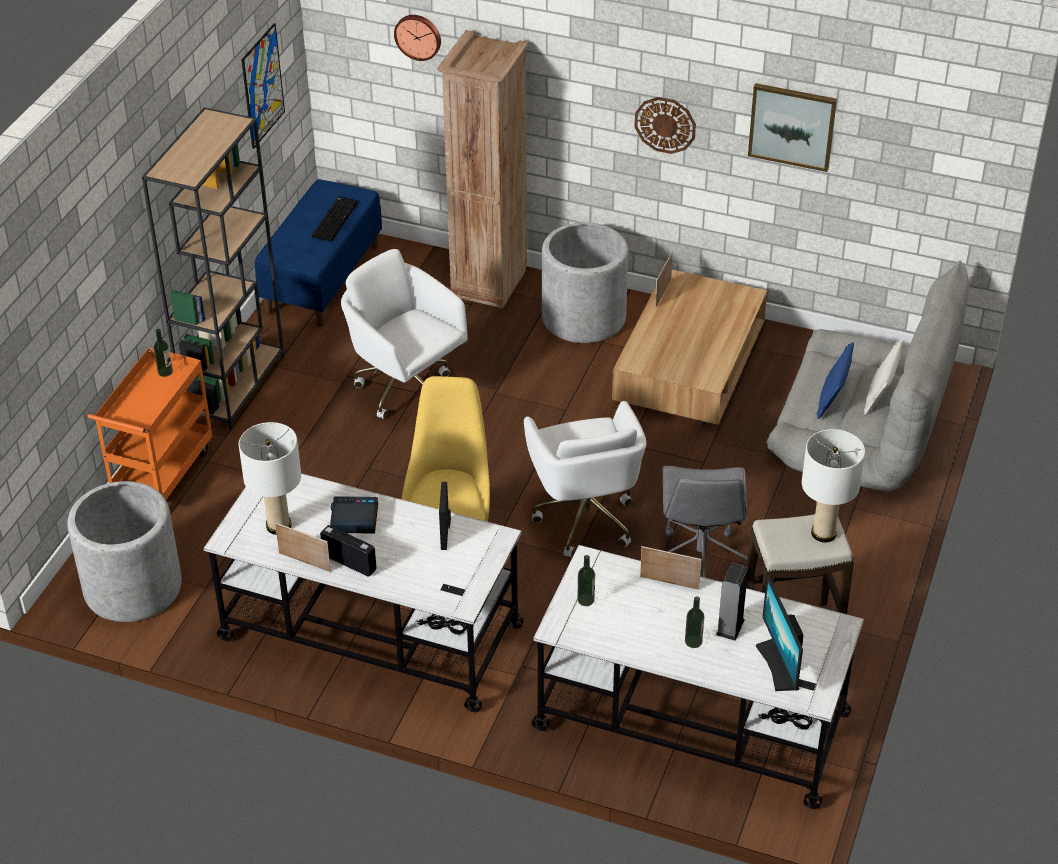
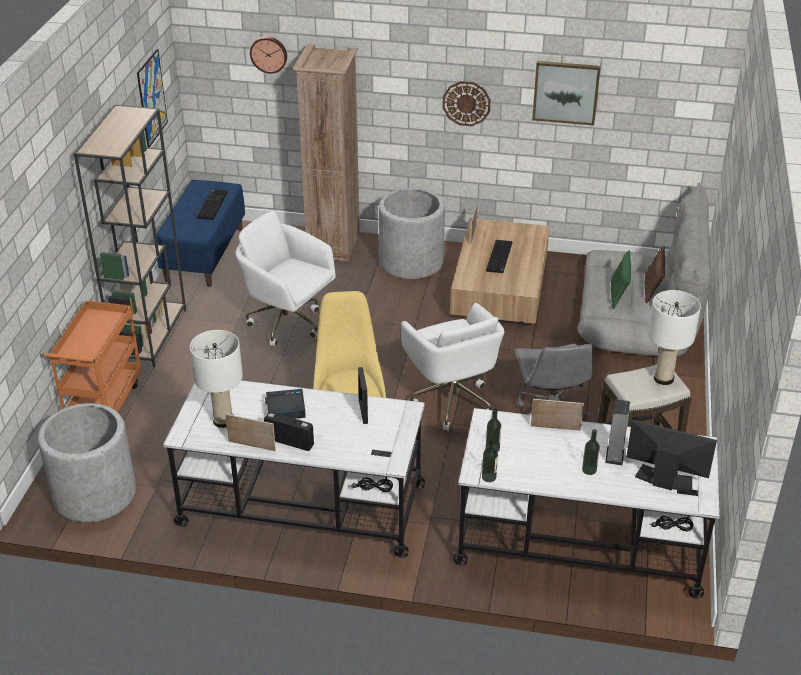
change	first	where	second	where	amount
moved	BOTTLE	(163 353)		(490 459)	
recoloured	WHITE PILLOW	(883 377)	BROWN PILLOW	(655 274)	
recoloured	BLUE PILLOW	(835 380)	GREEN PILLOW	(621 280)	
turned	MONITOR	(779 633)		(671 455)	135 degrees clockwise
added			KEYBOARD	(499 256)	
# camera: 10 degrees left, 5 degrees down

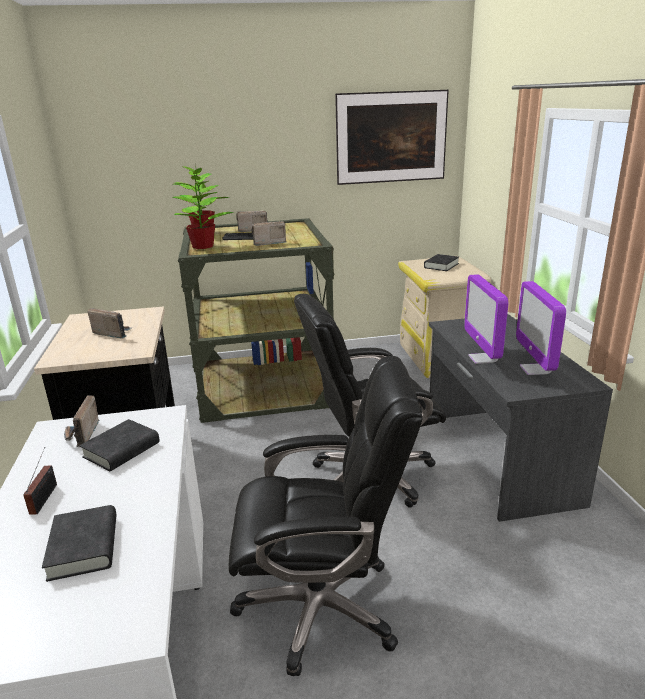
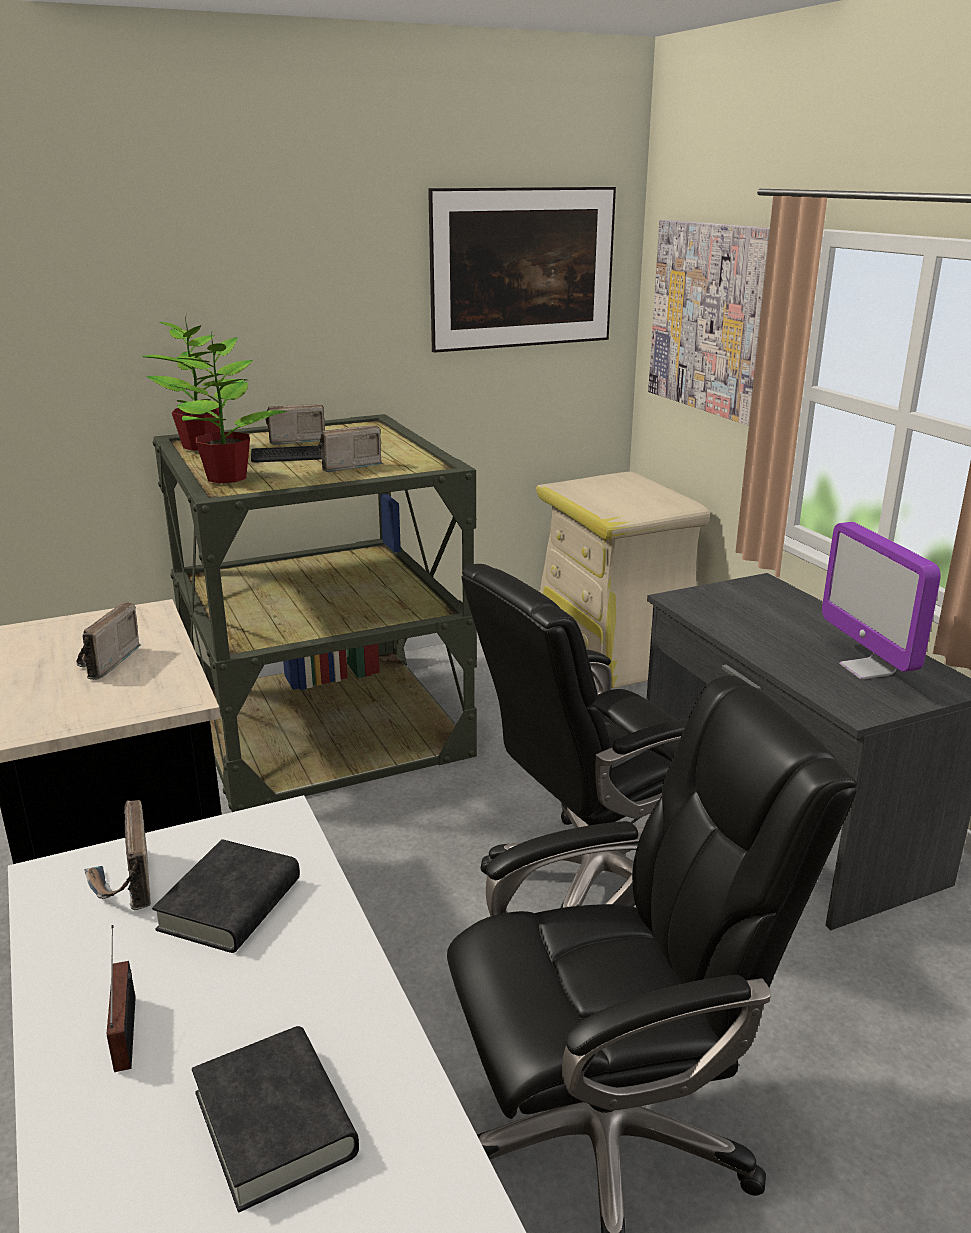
change	first	where	second	where	amount
removed	BLACK BOOK	(441 262)			
removed	MONITOR	(486 319)			
turned	RADIO	(109 323)		(108 641)	90 degrees counterclockwise
added			PICTURE	(709 323)	
# camera: 15 degrees left, 0 degrees up

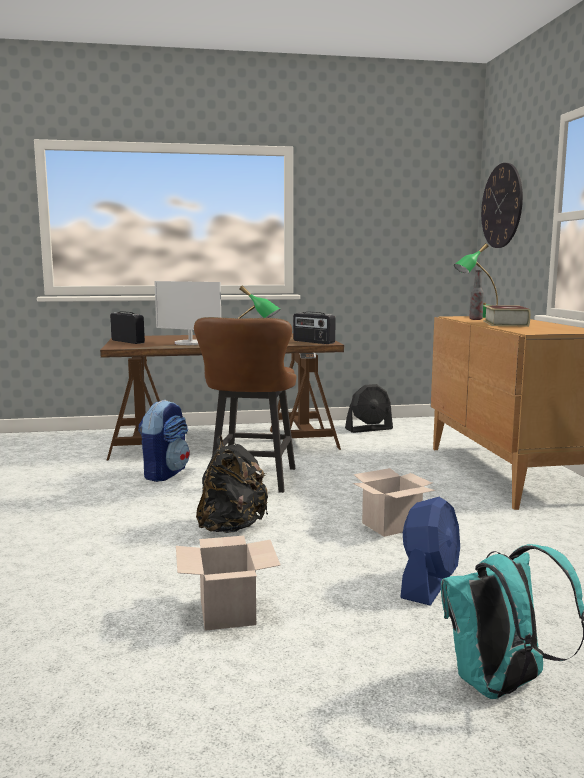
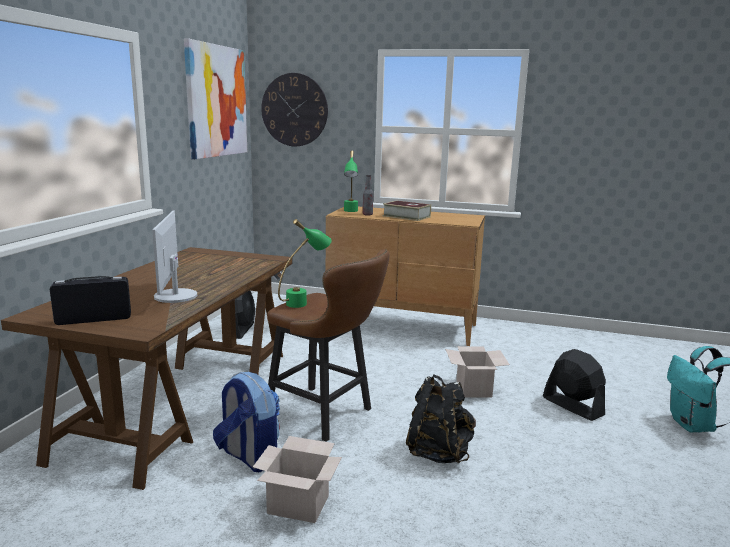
change	first	where	second	where	amount
turned	MONITOR	(187 313)		(174 257)	120 degrees clockwise
removed	RADIO	(314 328)			
recoloured	BLUE FAN	(430 551)	BLACK FAN	(574 385)	
moved	CARDBOARD BOX	(228 583)		(297 479)	
added			PICTURE	(215 98)	
# camera: 65 degrees left, 5 degrees up

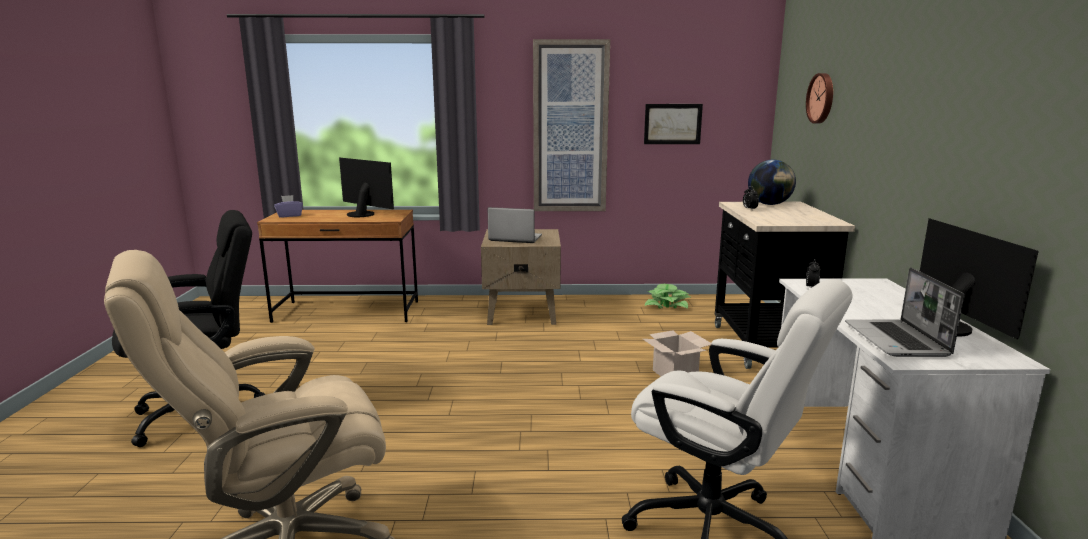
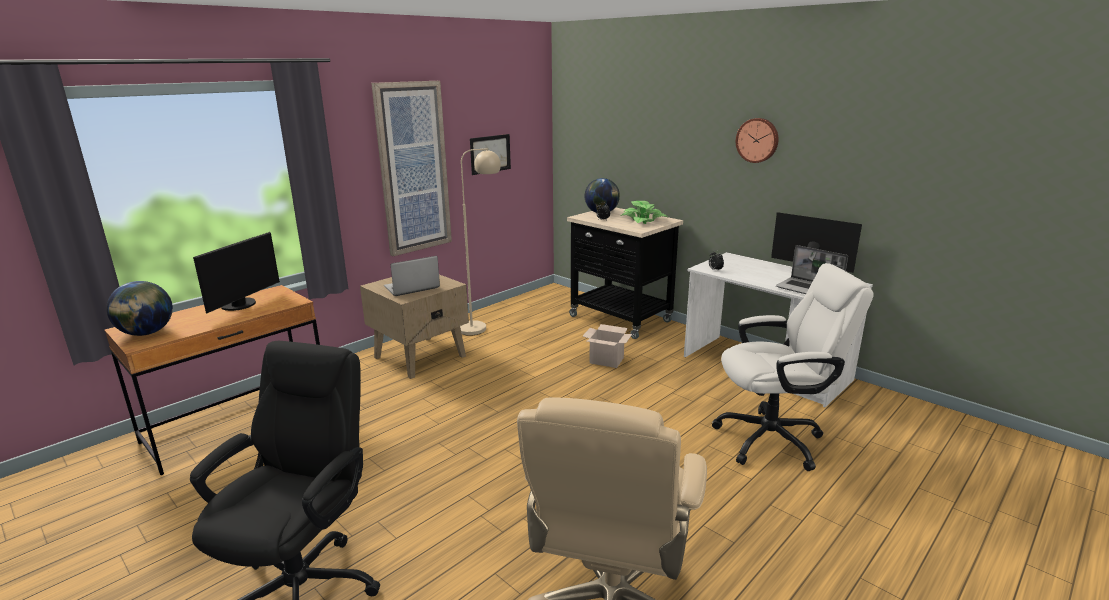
change	first	where	second	where	amount
moved	WALL CLOCK	(819 98)		(757 140)	
turned	MONITOR	(366 187)		(236 272)	120 degrees clockwise
replaced	PURPLE TISSUE BOX	(288 206)	GLOBE	(139 308)	
moved	POTTED PLANT	(667 296)		(645 212)	
added			BEIGE FLOOR LAMP	(480 242)	
# camera: 45 degrees left, 5 degrees up

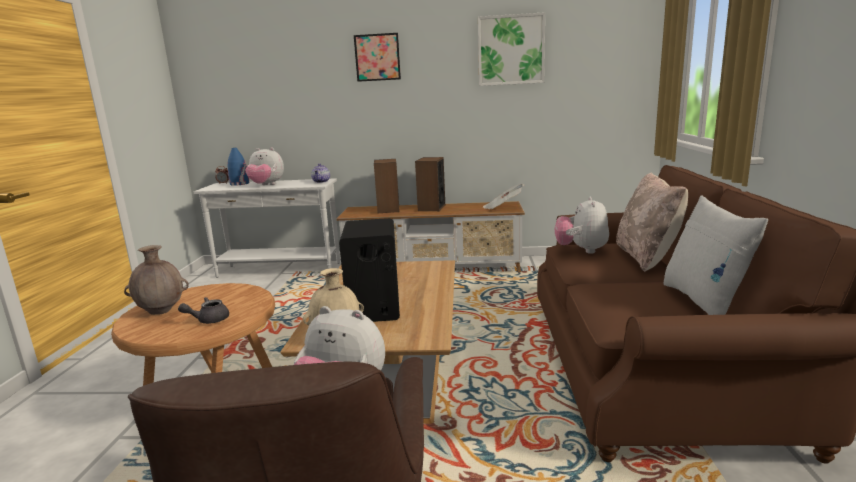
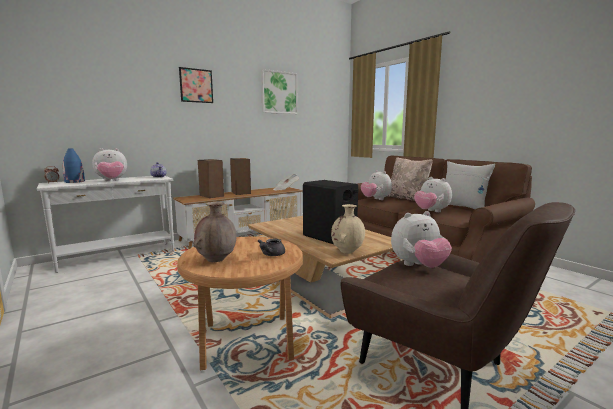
change	first	where	second	where	amount
added			PLUSH TOY	(433 194)	
# camera: 40 degrees left, 5 degrees down

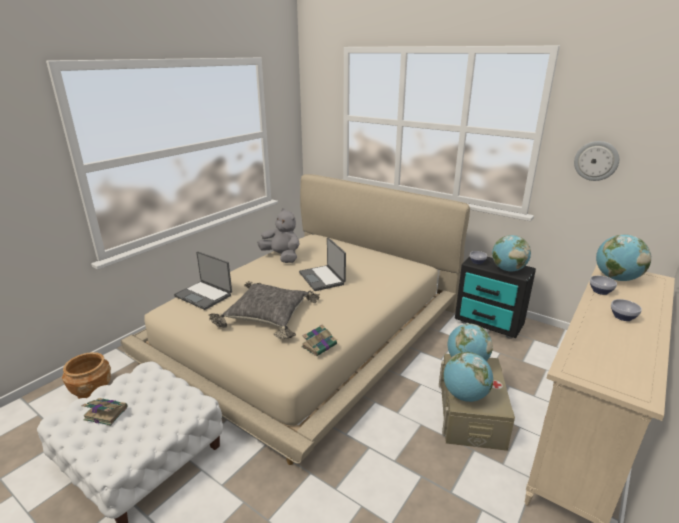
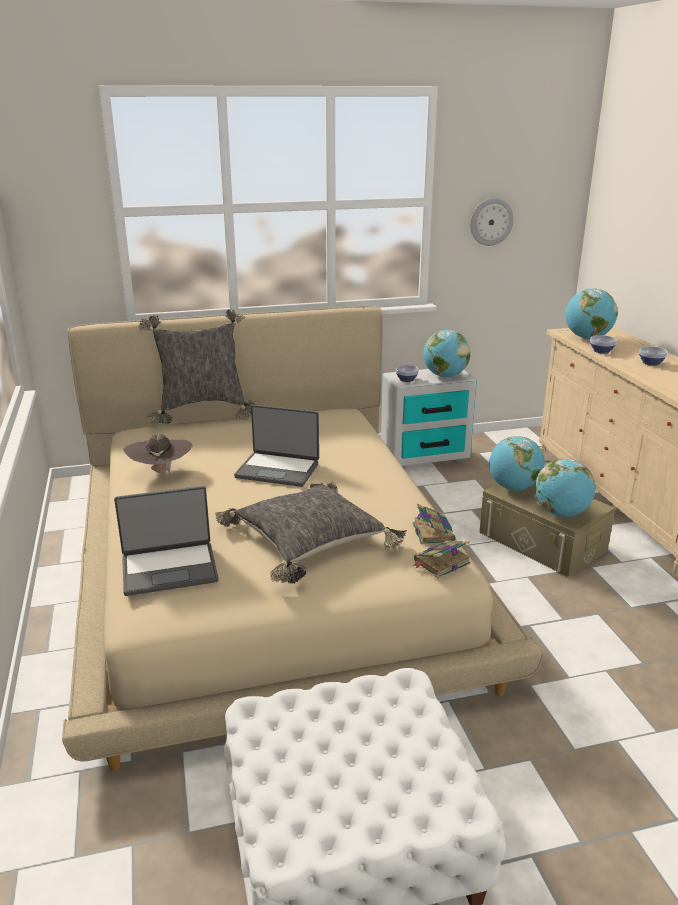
change	first	where	second	where	amount
replaced	GREY PLUSH TOY	(278 235)	BROWN HAT	(158 455)	
recoloured	BLACK NIGHTSTAND	(495 297)	WHITE NIGHTSTAND	(429 419)	
removed	BROWN PLANTER	(86 375)			
moved	BOOK	(104 412)		(441 559)	
added			PILLOW	(197 366)	
# camera: 50 degrees left, 0 degrees up

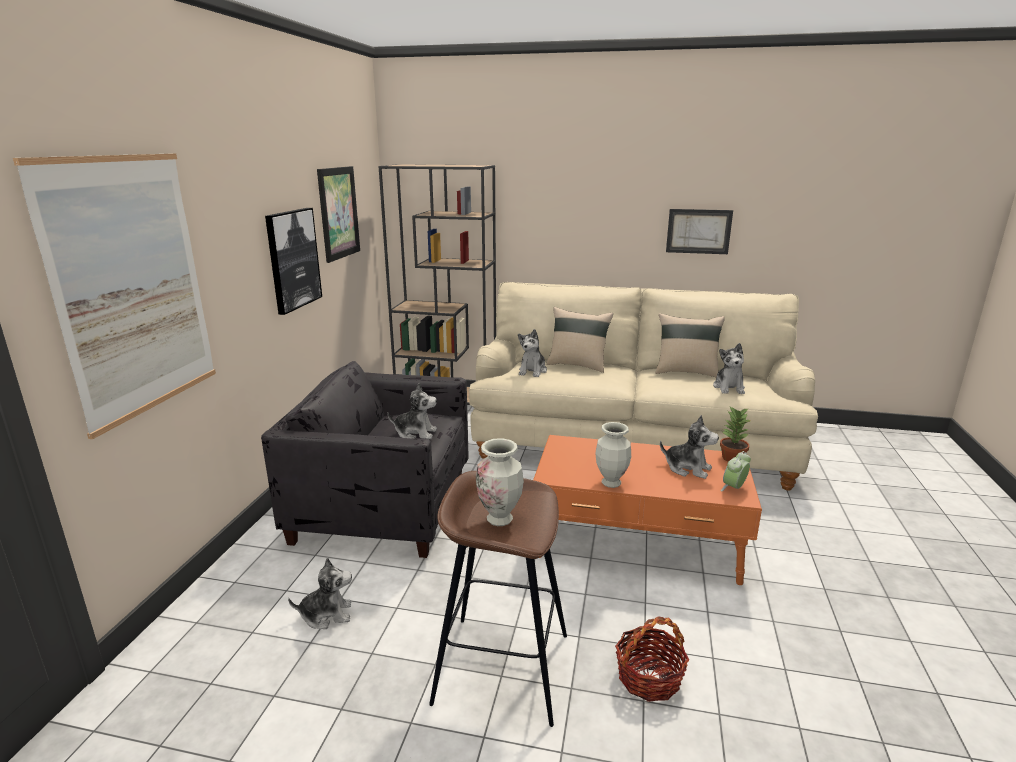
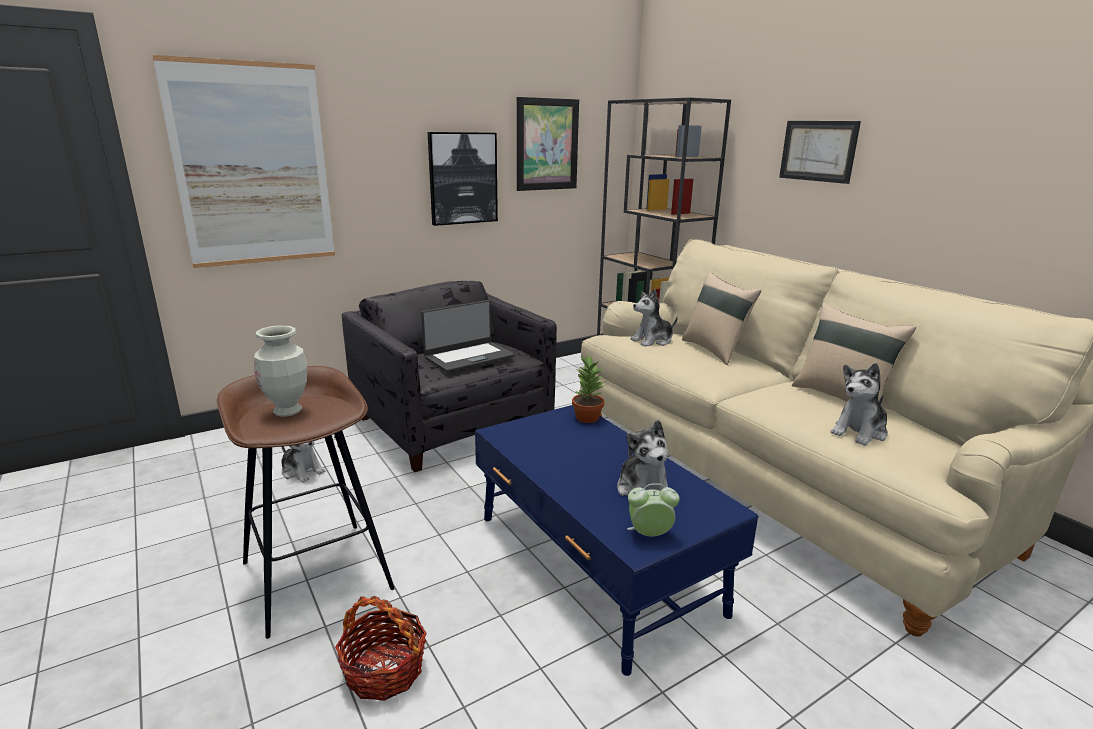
change	first	where	second	where	amount
moved	PICTURE	(699 231)		(820 152)	
replaced	PLUSH TOY	(412 411)	LAPTOP	(468 336)	
moved	POTTED PLANT	(735 434)		(588 389)	
removed	VASE	(613 455)			
recoloured	ORANGE COFFEE TABLE	(647 510)	BLUE COFFEE TABLE	(616 540)	
# camera: 45 degrees right, 0 degrees up

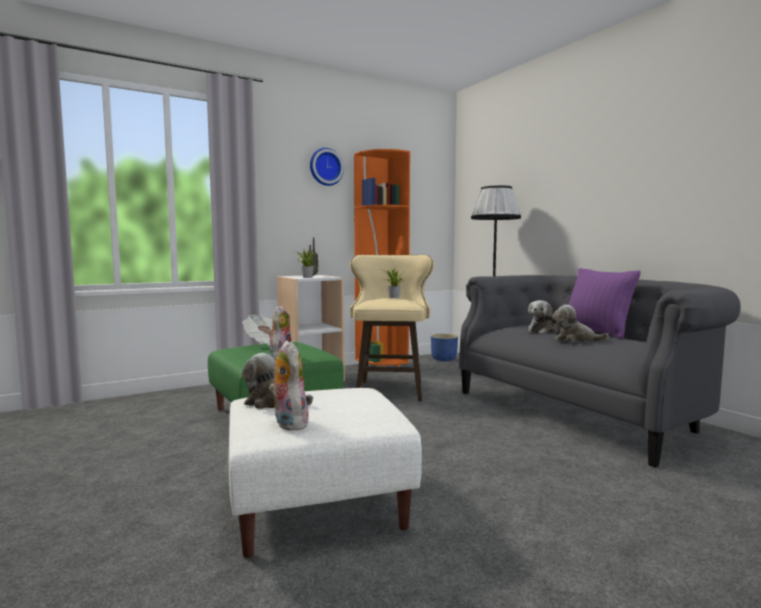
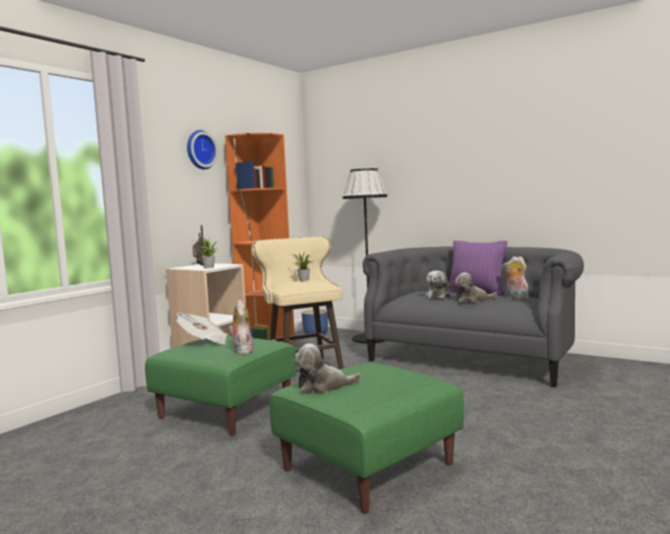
change	first	where	second	where	amount
moved	PLUSH TOY	(289 385)		(516 277)	
recoloured	WHITE OTTOMAN	(325 473)	GREEN OTTOMAN	(366 438)	
# camera: 25 degrees left, 0 degrees up

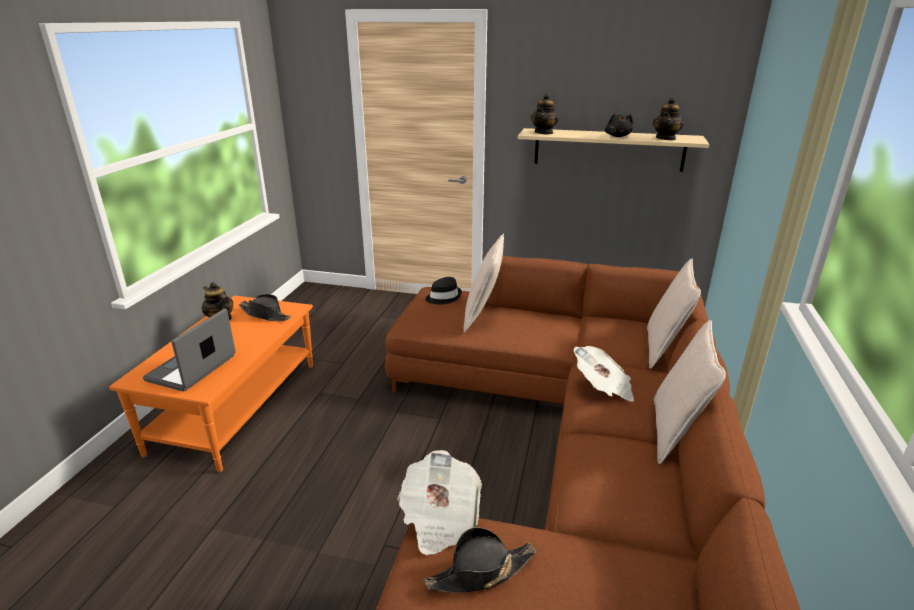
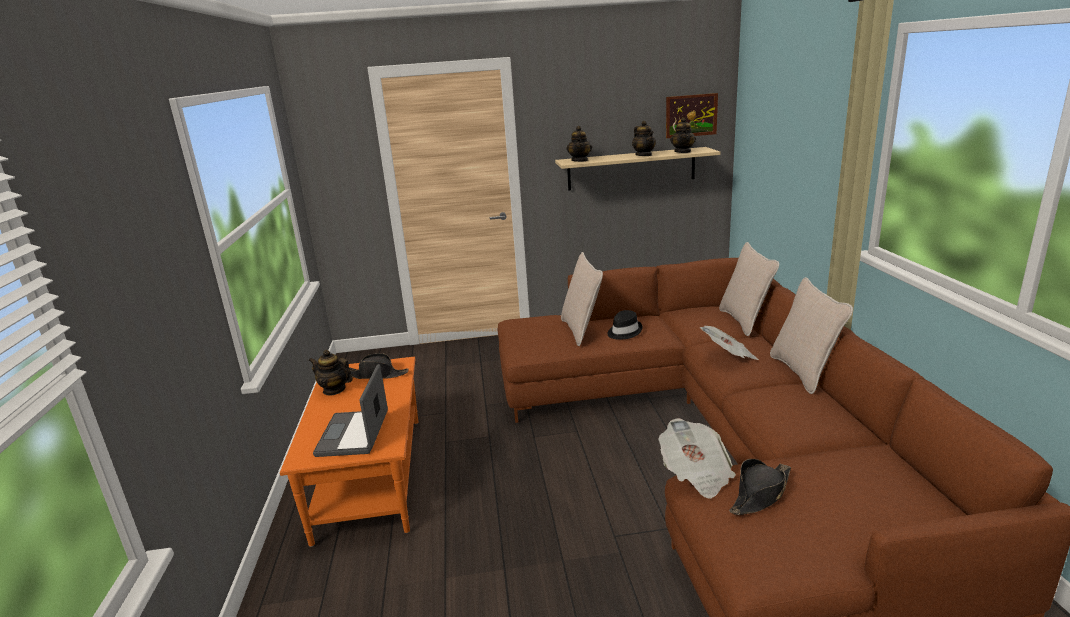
change	first	where	second	where	amount
replaced	BLACK PLUSH TOY	(619 125)	TEAPOT	(644 138)	
moved	BLACK HAT	(443 291)		(625 325)	
added			PICTURE	(692 115)	
# camera: 20 degrees left, 5 degrees down

